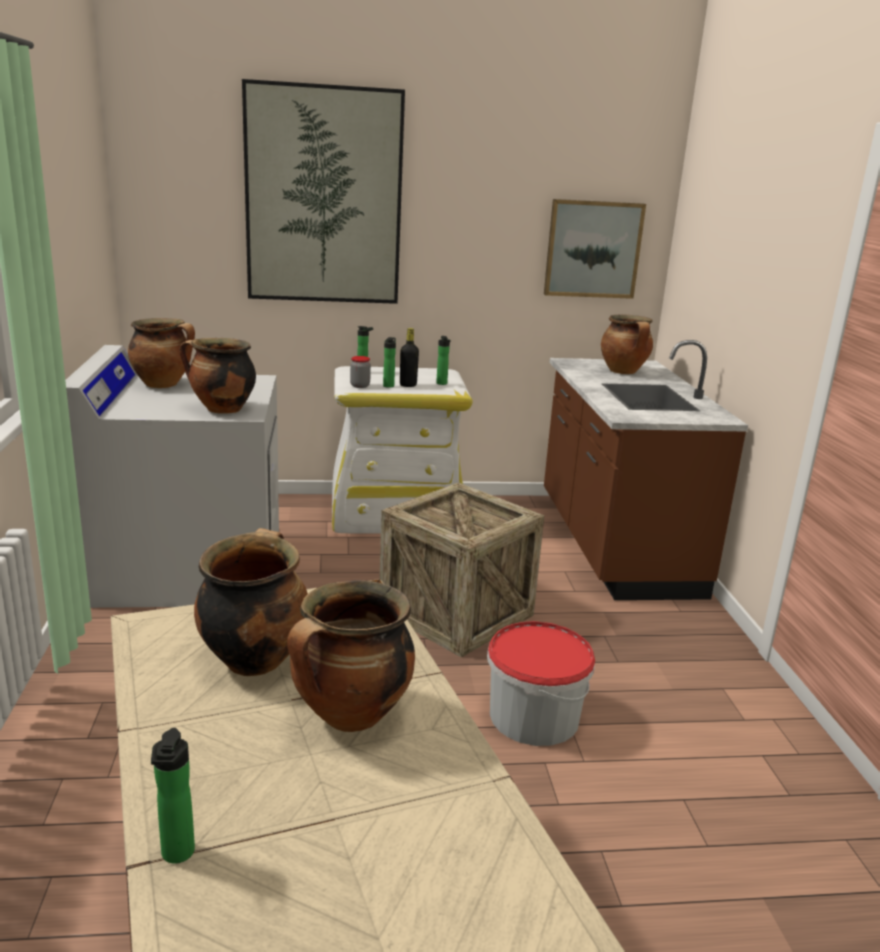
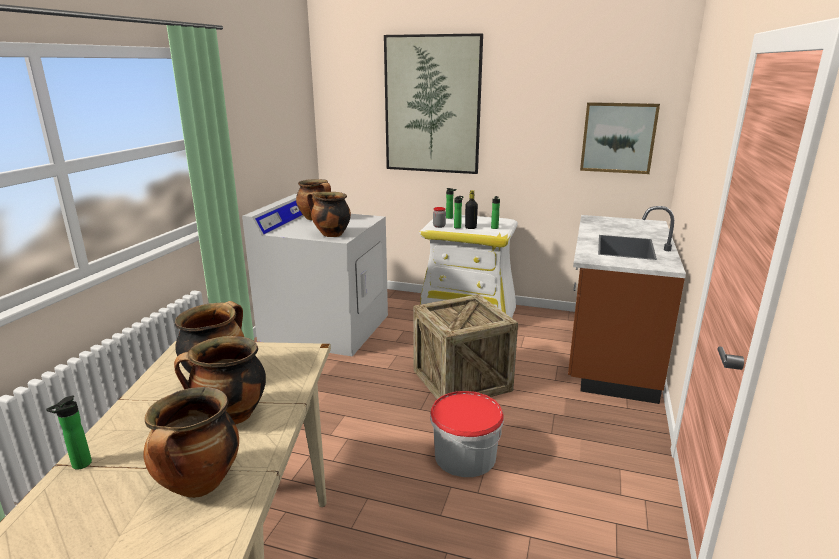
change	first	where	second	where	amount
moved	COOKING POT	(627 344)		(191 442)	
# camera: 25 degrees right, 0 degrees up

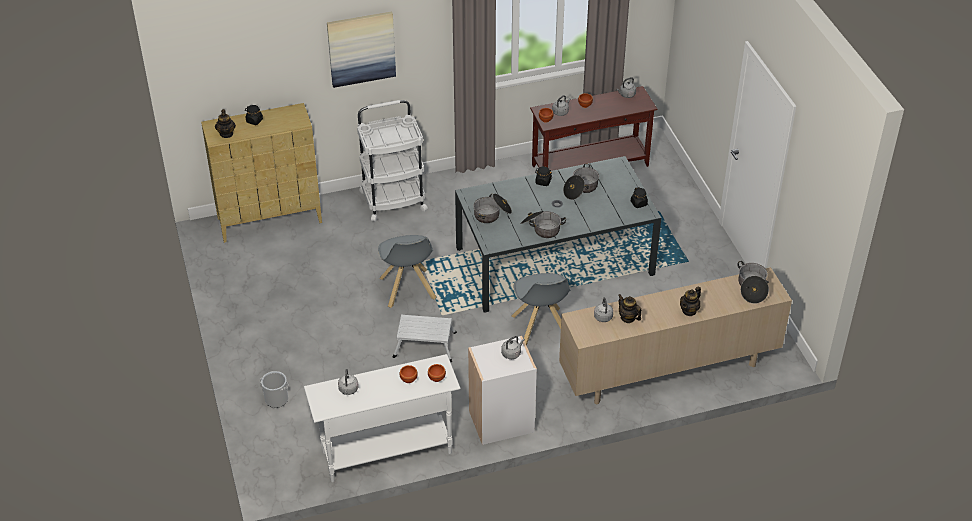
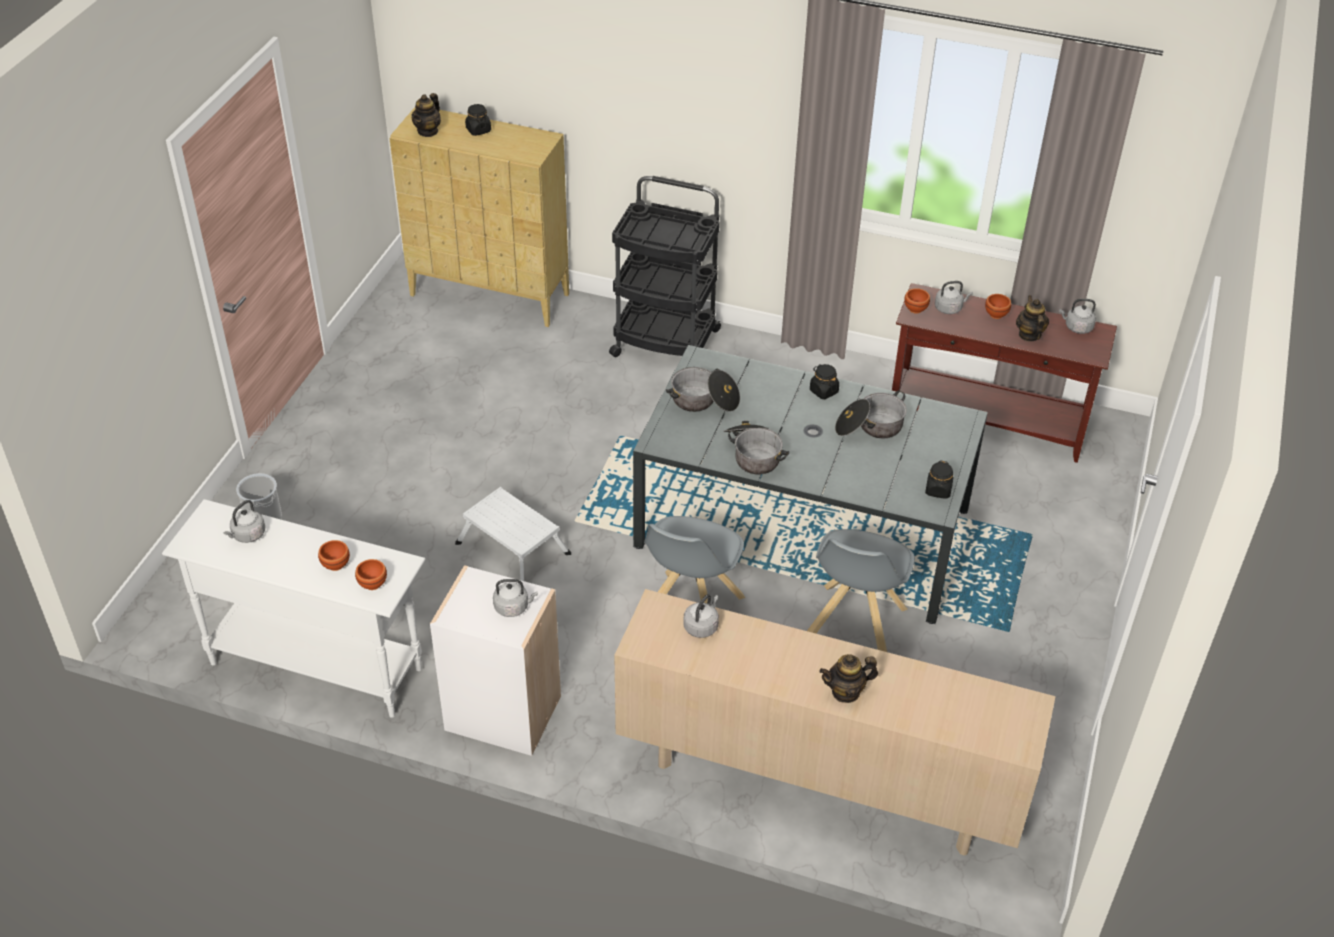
change	first	where	second	where	amount
removed	PICTURE	(361 49)			
recoloured	WHITE CART	(392 161)	BLACK CART	(665 266)	
moved	GREY CHAIR	(407 271)		(861 590)	
removed	COOKING POT	(753 282)			
moved	TEAPOT	(629 308)		(1032 318)	
# camera: 35 degrees right, 0 degrees up

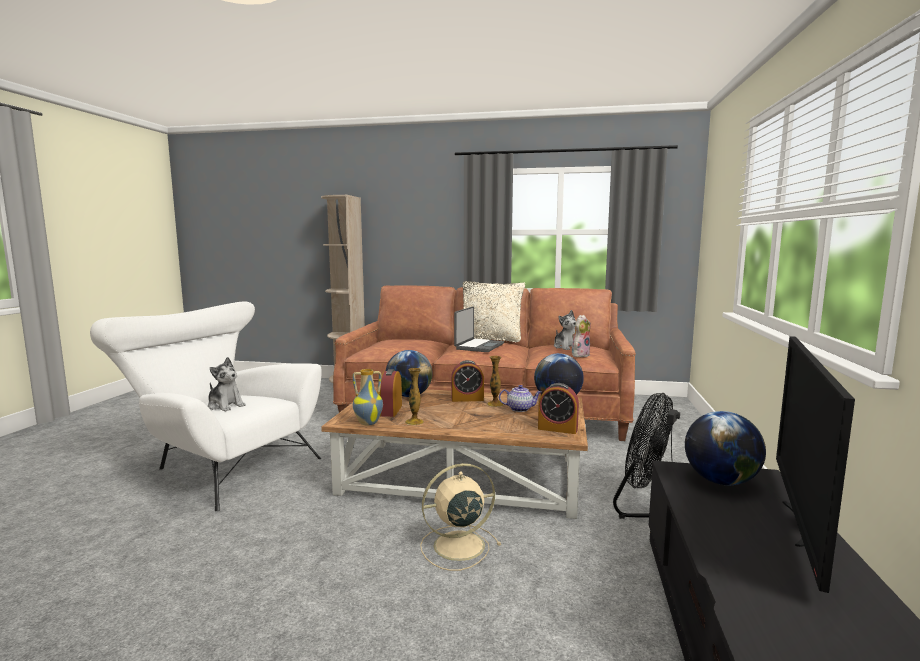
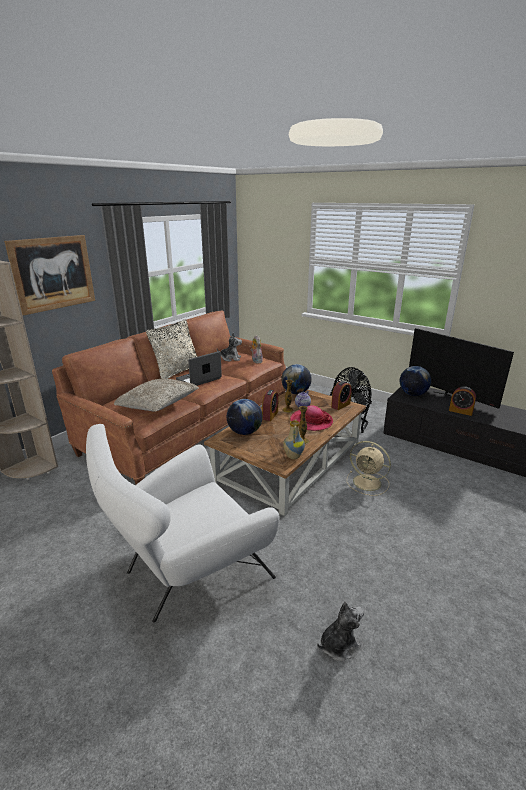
change	first	where	second	where	amount
turned	LAPTOP	(479 329)		(199 368)	90 degrees counterclockwise
moved	PLUSH TOY	(227 384)		(340 631)	
moved	ALARM CLOCK	(391 393)		(462 401)	
turned	BEIGE FAN	(460 517)		(369 468)	60 degrees counterclockwise
added			PICTURE	(49 275)	
added			BEIGE PILLOW	(156 395)	
added			HAT	(311 418)	
# camera: 65 degrees left, 15 degrees up

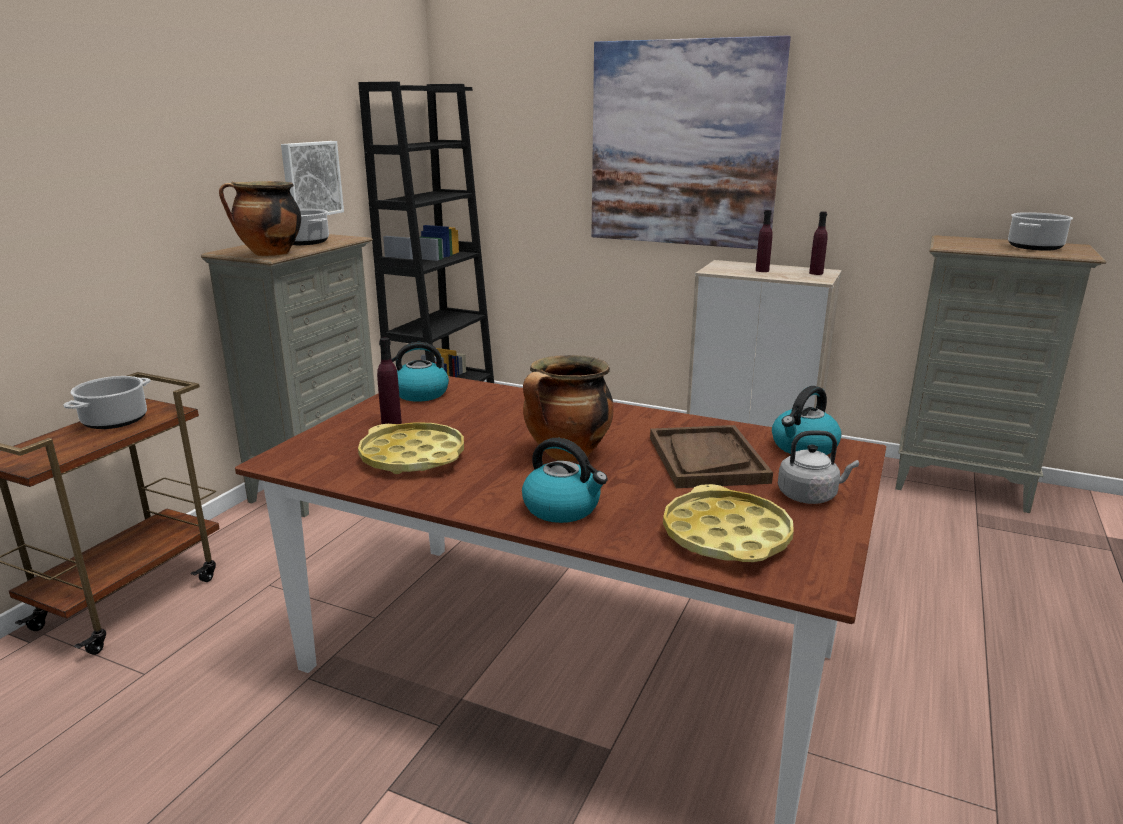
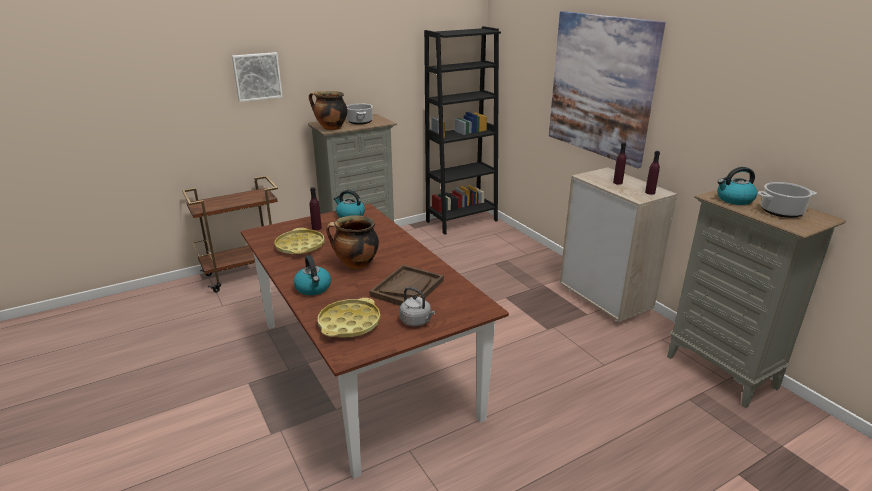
change	first	where	second	where	amount
moved	PICTURE	(312 178)		(257 77)	
removed	COOKING POT	(107 402)			
moved	KETTLE	(806 420)		(737 186)	
# camera: 35 degrees right, 5 degrees up

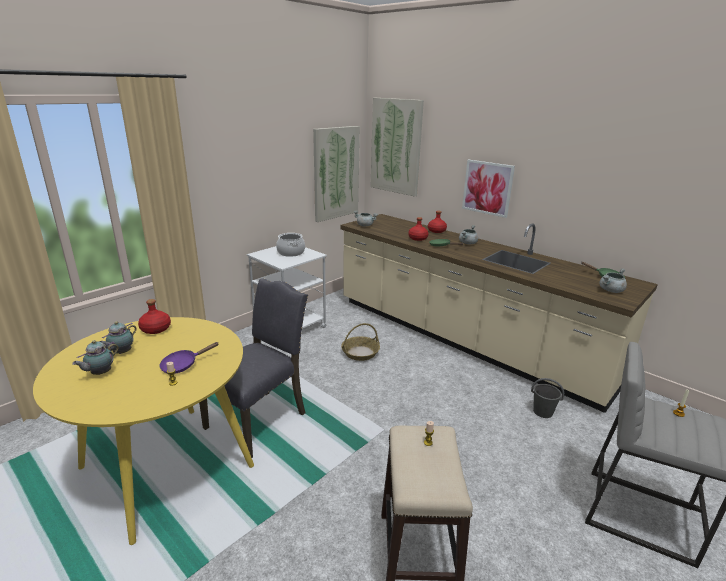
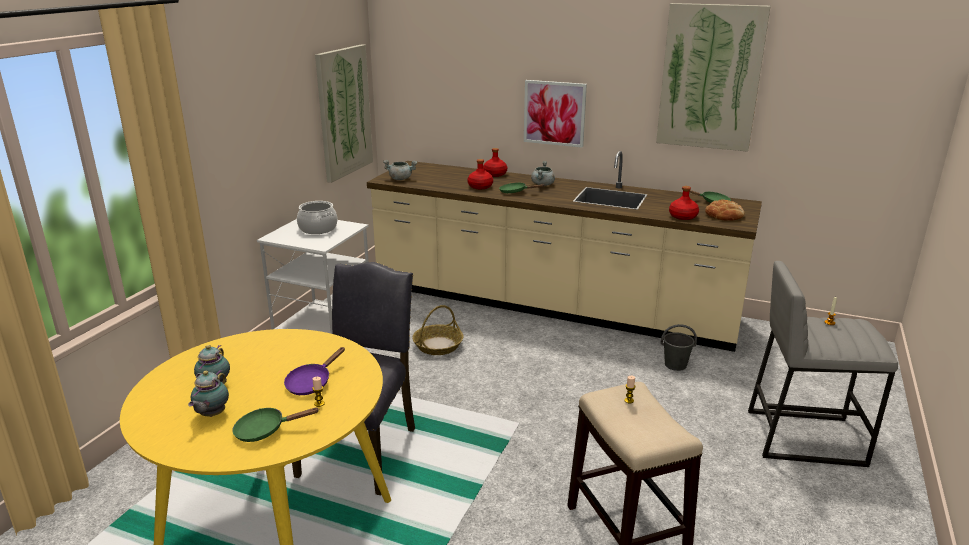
change	first	where	second	where	amount
moved	PICTURE	(397 147)		(713 77)	
replaced	GREY COOKING POT	(613 280)	BREAD	(725 210)	
moved	RED BOTTLE	(154 316)		(684 203)	
added			GREEN FRYING PAN	(275 424)	
# camera: 20 degrees left, 0 degrees up

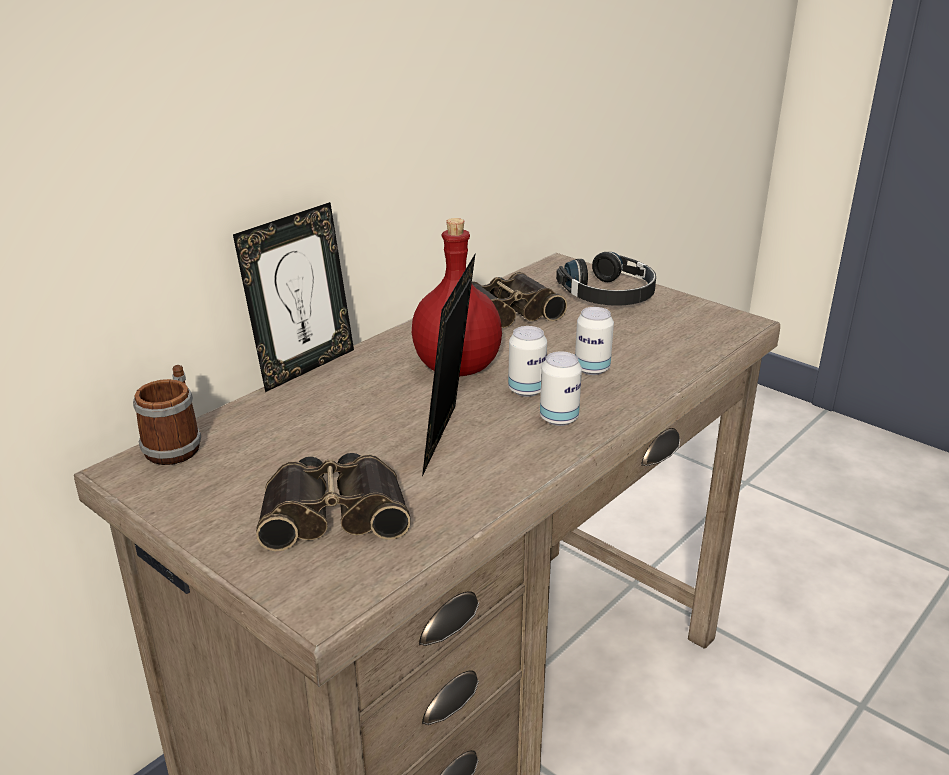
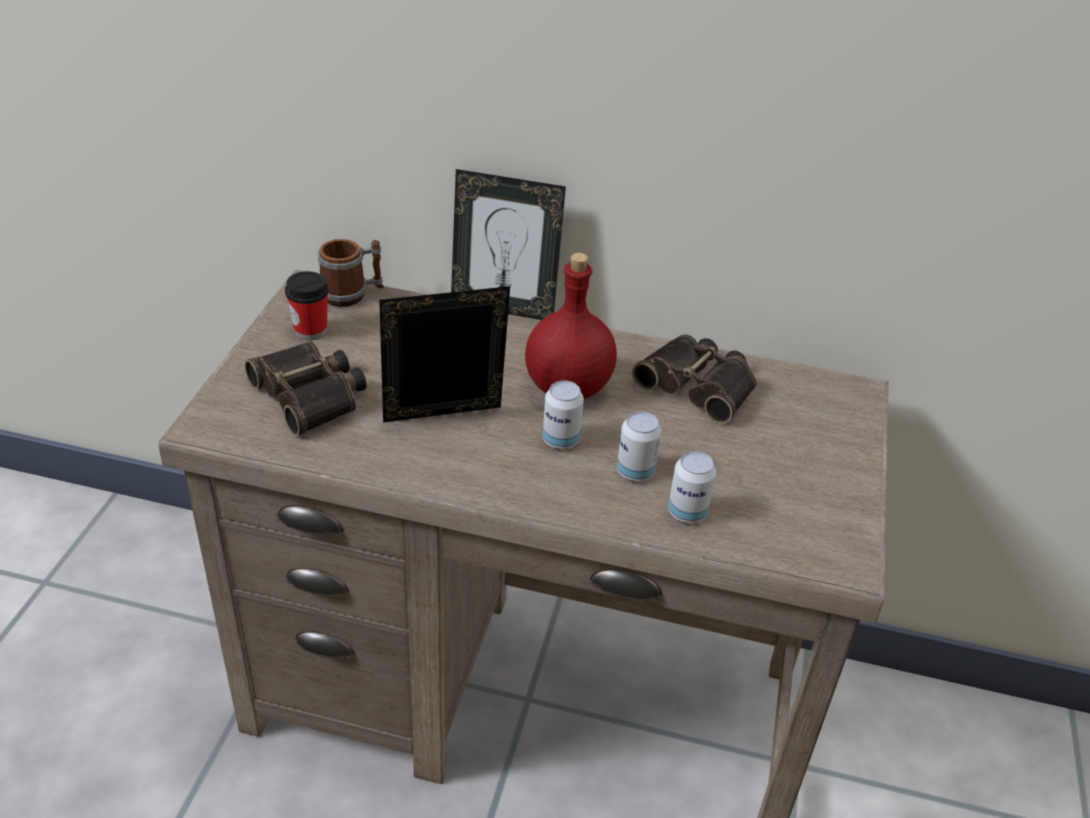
change	first	where	second	where	amount
removed	BLACK HEADPHONES	(606 279)			
moved	CAN	(561 388)		(692 487)	
added			CUP	(307 305)	
# camera: 60 degrees right, 10 degrees up

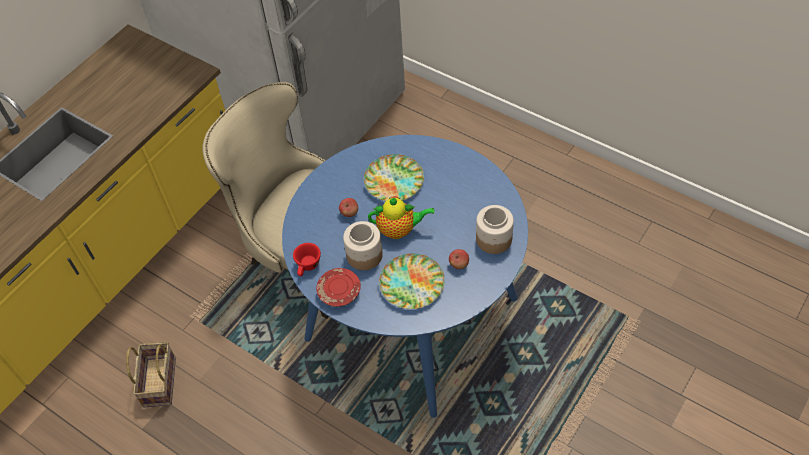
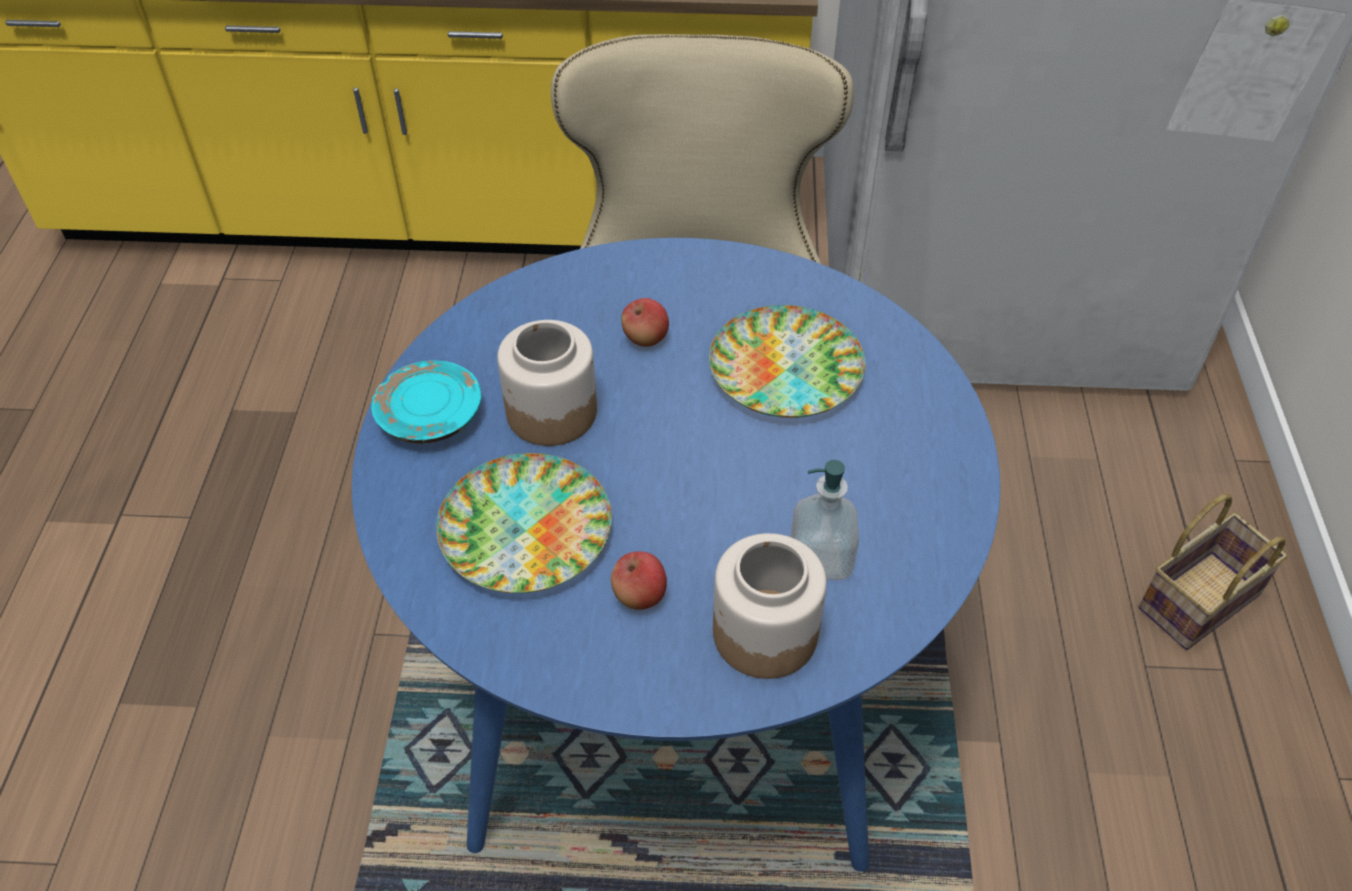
change	first	where	second	where	amount
removed	TEAPOT	(401 217)			
removed	RED CUP	(307 259)			
recoloured	RED PLATE	(338 287)	TURQUOISE PLATE	(426 402)	
moved	BASKET	(151 374)		(1212 572)	
added			SOAP DISPENSER	(825 520)	
# camera: 55 degrees right, 5 degrees down

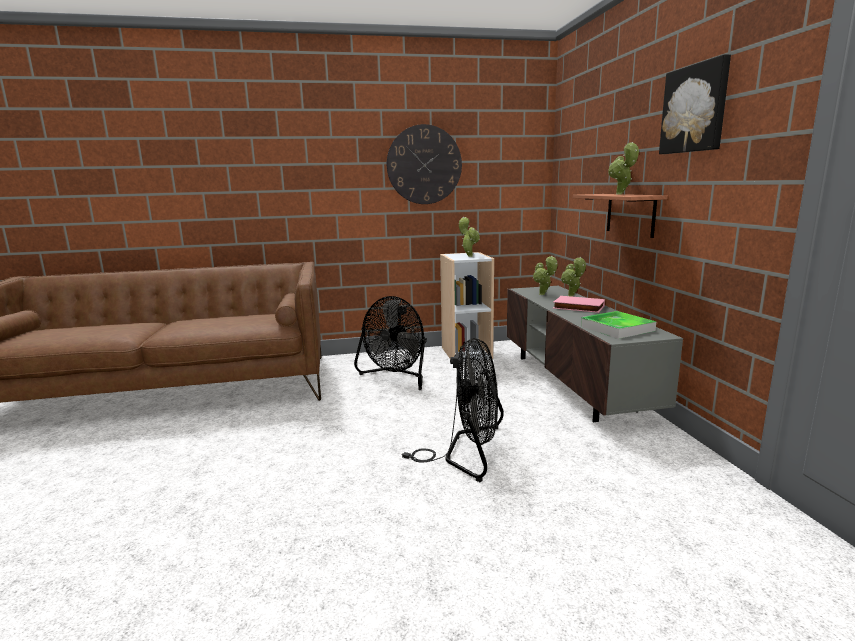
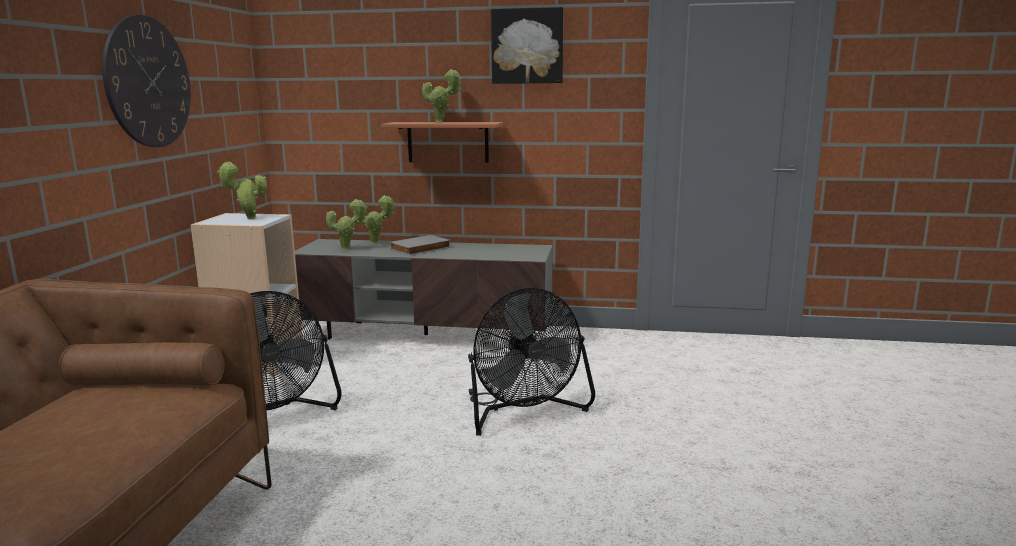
change	first	where	second	where	amount
recoloured	PINK BOOK	(579 304)	GREY BOOK	(421 245)	
removed	TRAY	(619 325)			
turned	BLACK FAN	(453 410)		(531 362)	120 degrees clockwise
# camera: 70 degrees left, 0 degrees up

